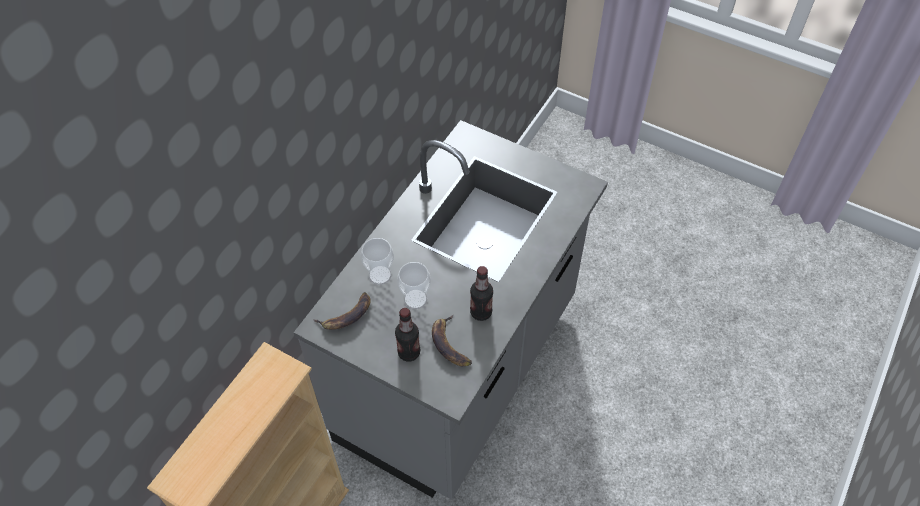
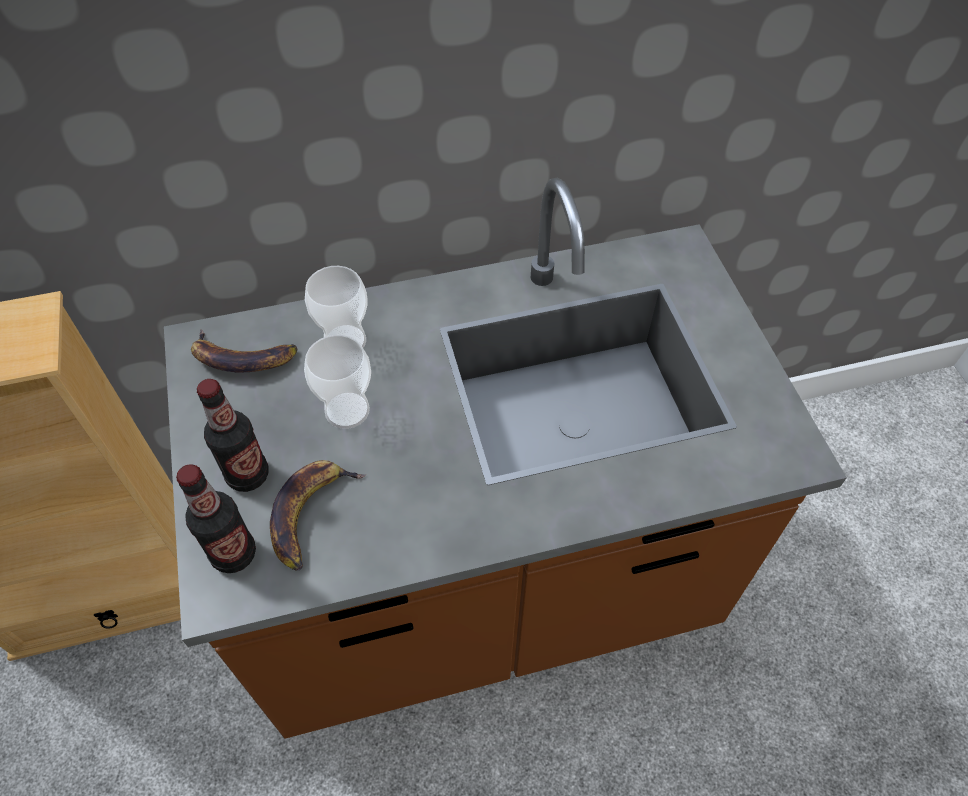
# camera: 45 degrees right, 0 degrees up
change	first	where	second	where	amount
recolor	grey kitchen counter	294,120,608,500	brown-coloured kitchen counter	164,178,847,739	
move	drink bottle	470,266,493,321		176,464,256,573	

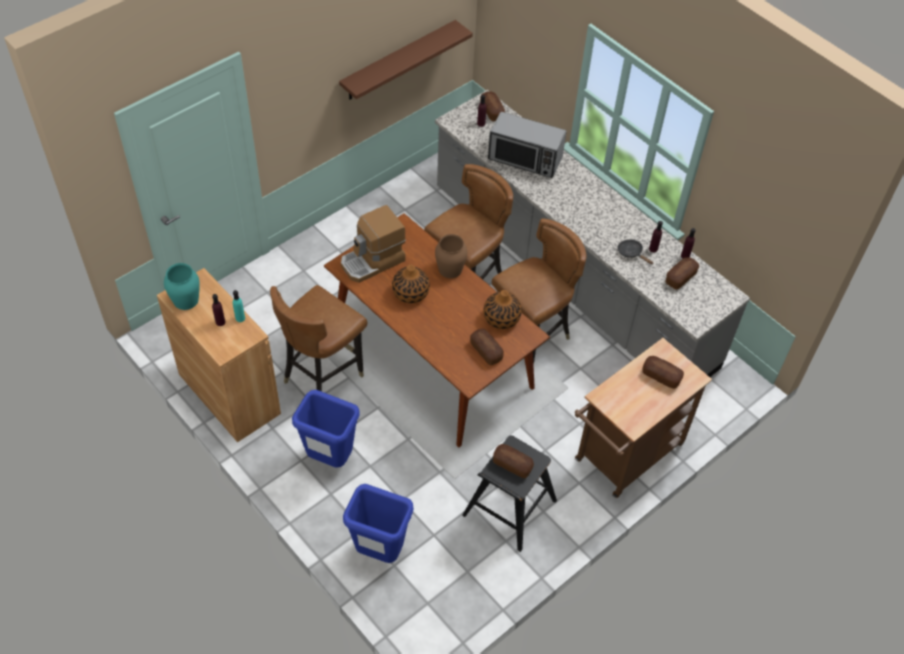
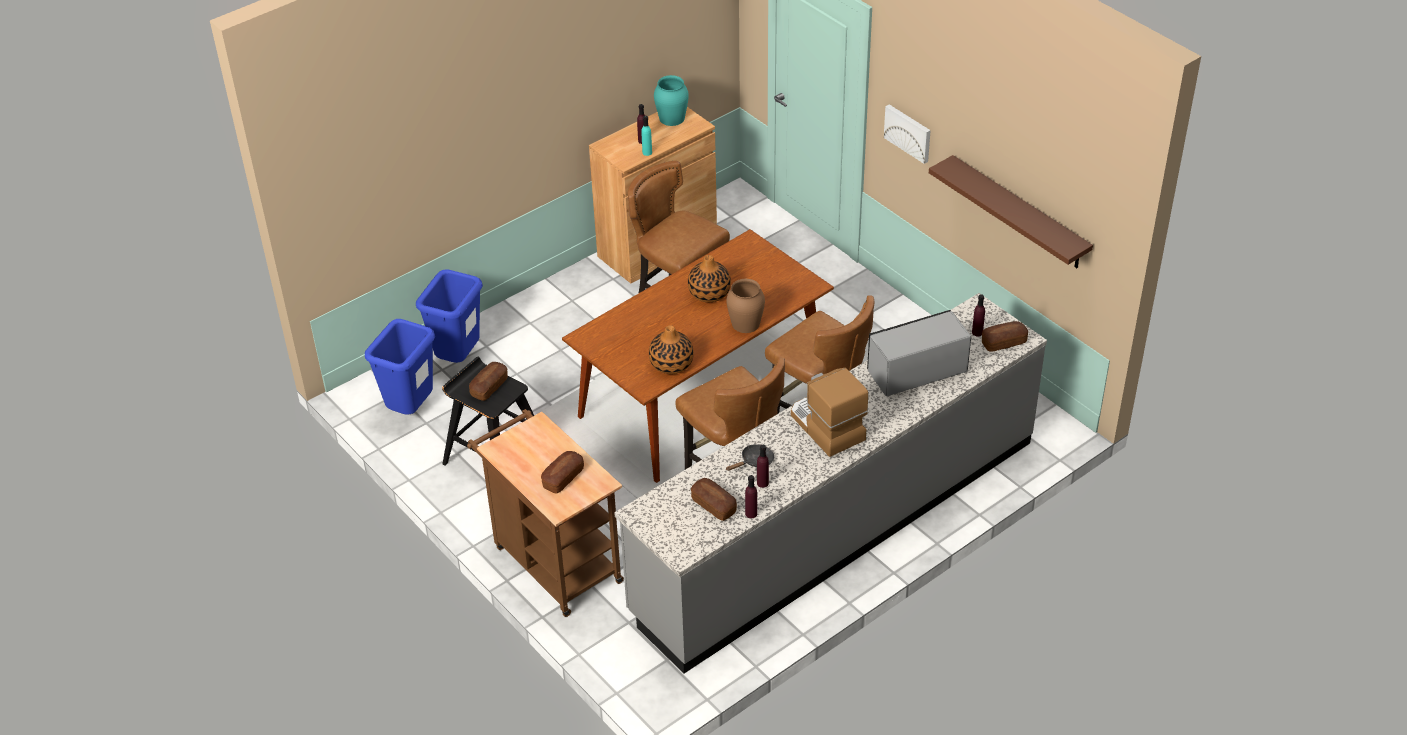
# camera: 95 degrees right, 10 degrees down
change	first	where	second	where	amount
move	blue rubbish bin	292,390,360,468		365,319,435,415	
move	coffee brewer	341,205,406,283		791,368,868,457	
rotate	kitchen microwave	488,112,567,178		867,310,971,396	45 degrees clockwise
insert			wall picture	884,104,931,164	
delete	baked bread	470,328,504,365			

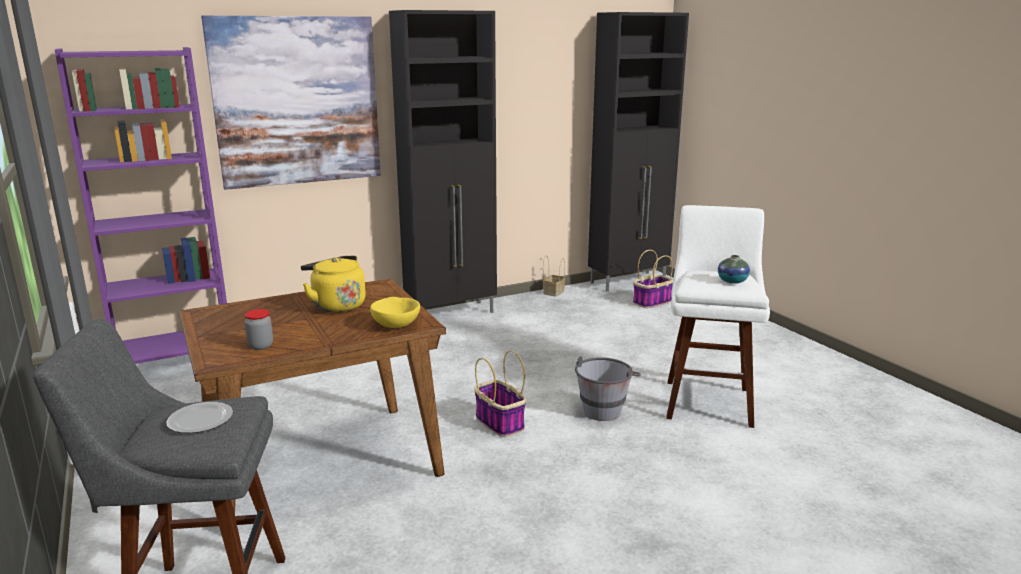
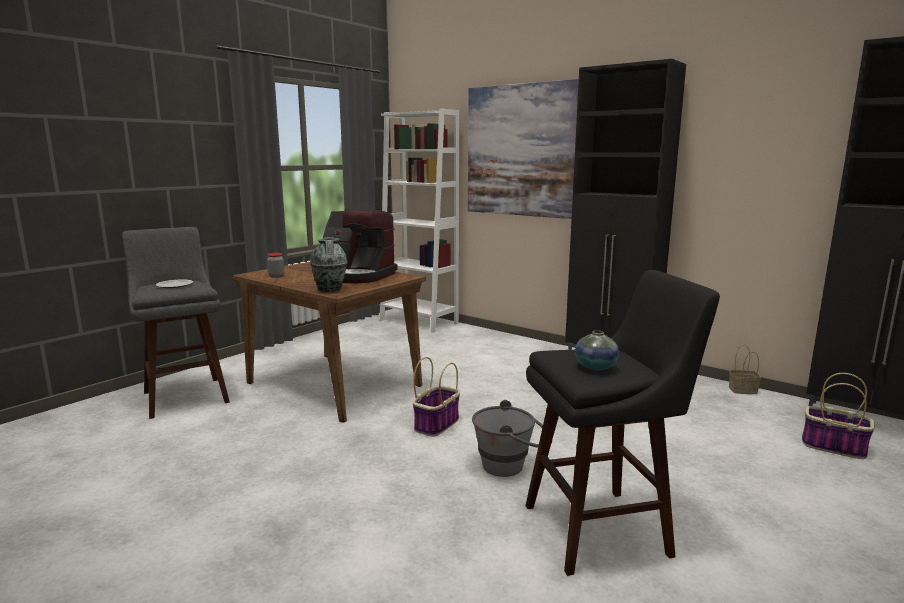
# camera: 65 degrees right, 5 degrees down
change	first	where	second	where	amount
replace	yellow bowl	370,297,420,328	vase	310,237,348,292	
replace	yellow water kettle	301,256,366,312	coffee brewer	323,209,398,283	
recolor	purplish bookshelf	55,47,227,364	white-coloured bookshelf	380,109,459,333	
recolor	white-coloured stool	666,205,770,428	black-coloured stool	525,270,720,576	

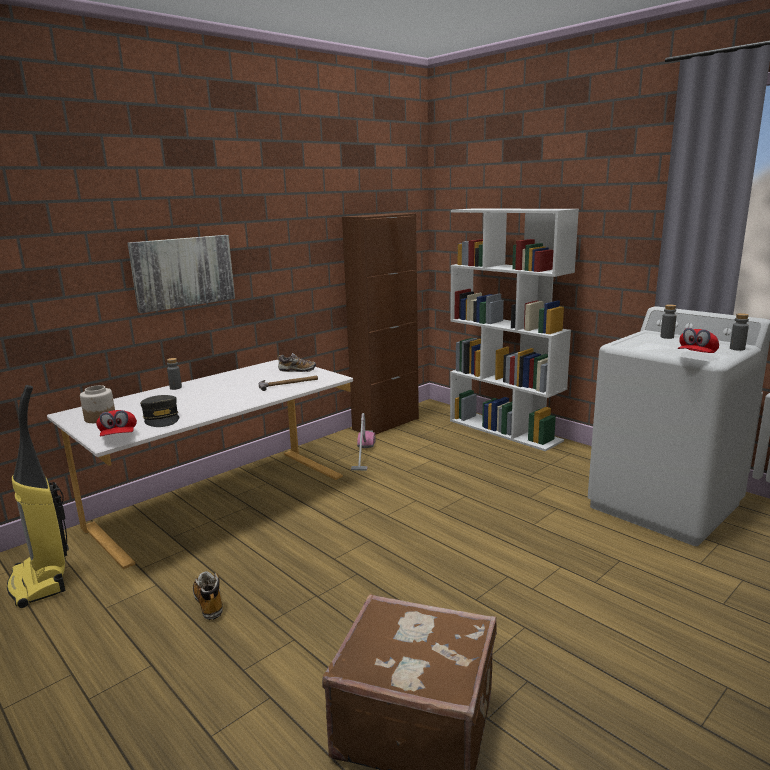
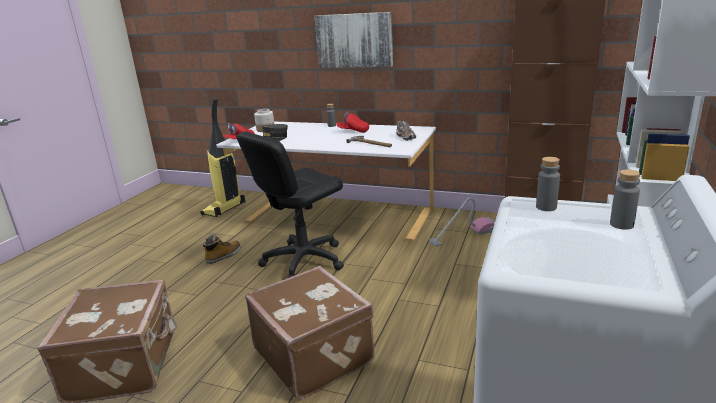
# camera: 65 degrees right, 5 degrees up
change	first	where	second	where	amount
insert			black-coloured office chair	237,132,344,278	
insert			brown-coloured travel case	245,266,375,400	
move	red-coloured peaked cap	678,328,719,353		336,112,369,133	
move	grey drink bottle	730,313,749,351		536,157,560,211	

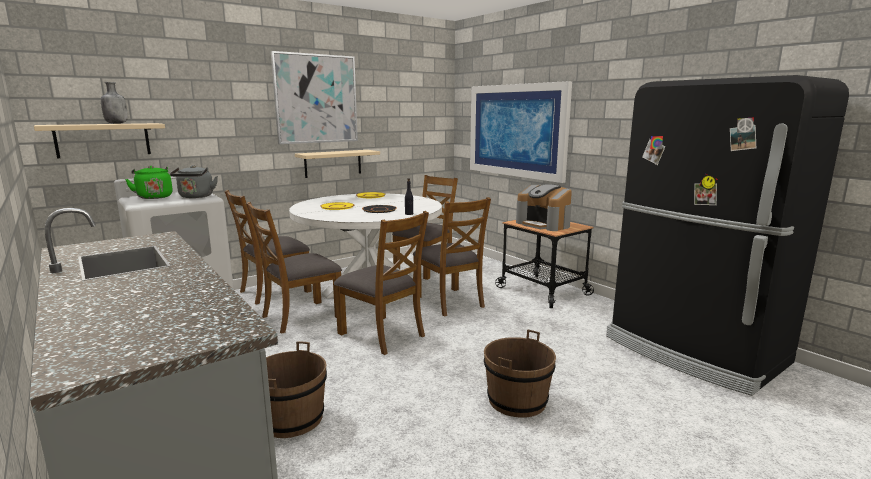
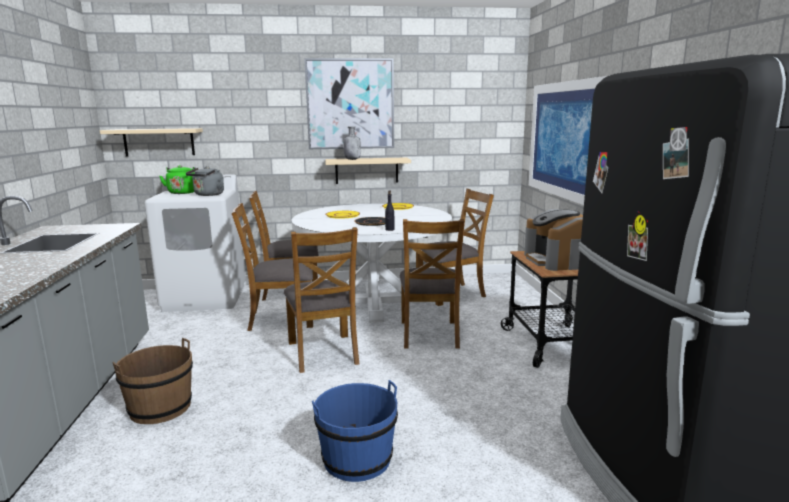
# camera: 30 degrees right, 0 degrees up
change	first	where	second	where	amount
recolor	brown-coloured pail	484,329,556,418	blue pail	312,380,398,482	
move	grey drink bottle	101,82,128,124		343,126,361,160	

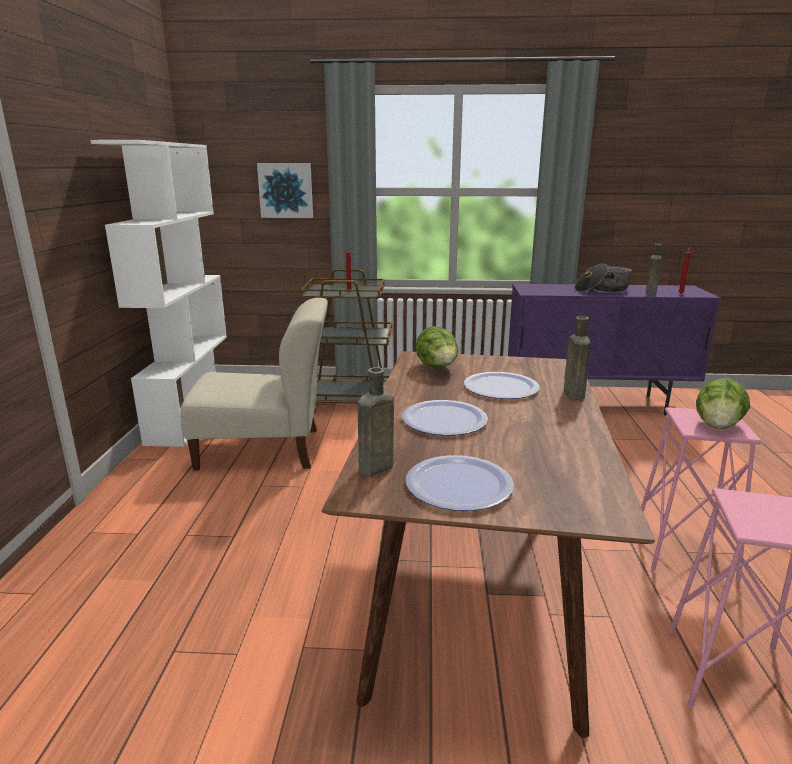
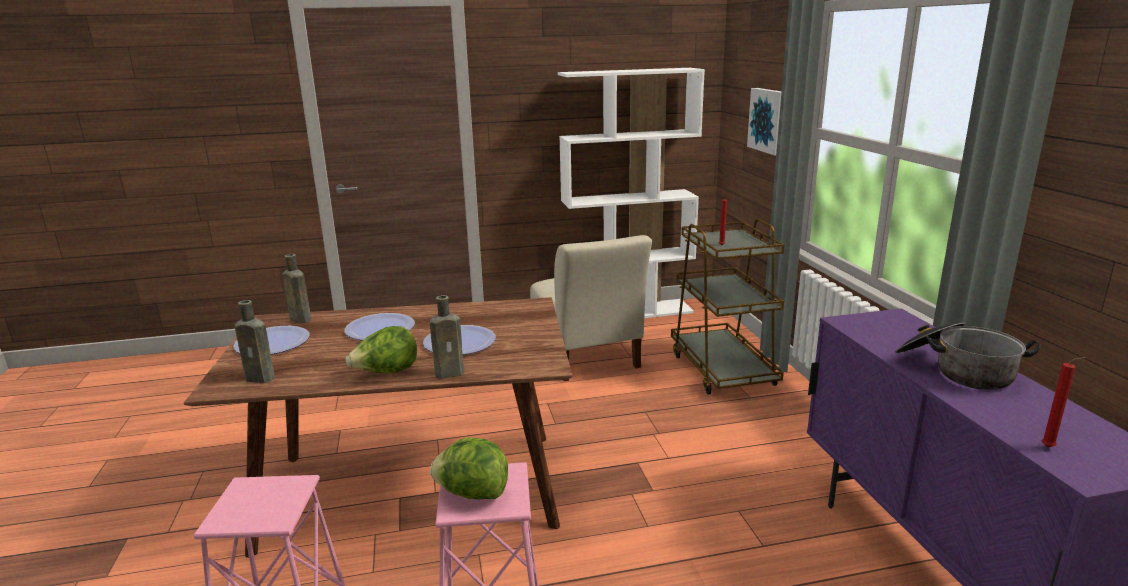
# camera: 75 degrees right, 0 degrees up
change	first	where	second	where	amount
move	brown-coloured drink bottle	646,243,662,295		234,300,275,383	
move	lettuce head	416,326,458,367		346,326,417,374	

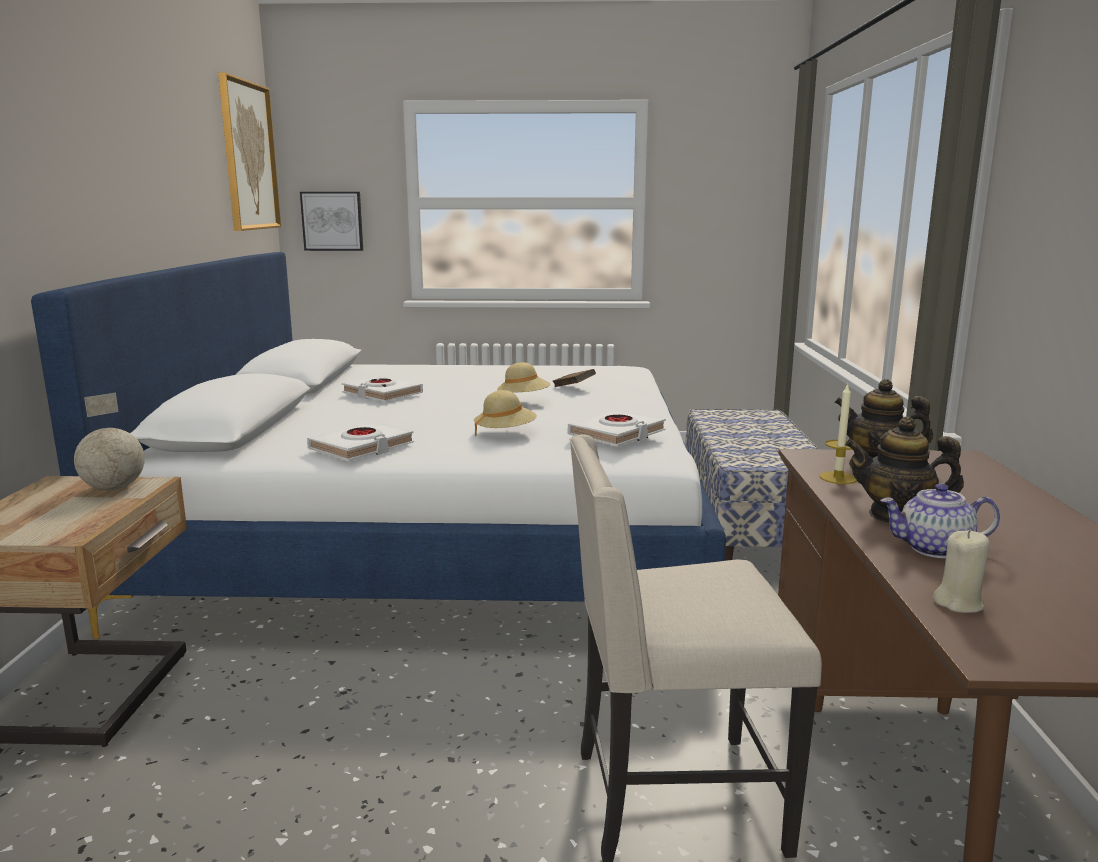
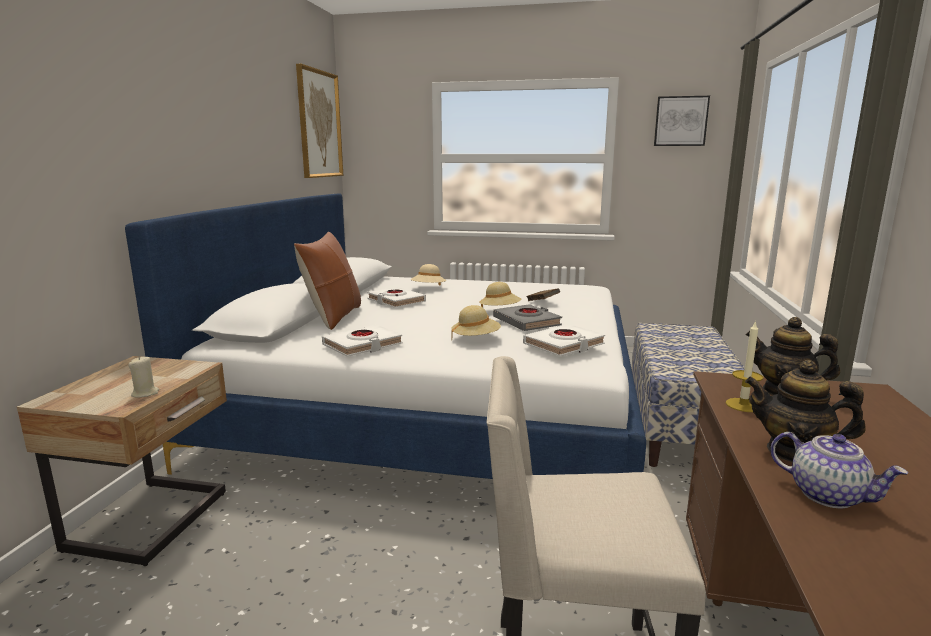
# camera: 10 degrees right, 0 degrees up
change	first	where	second	where	amount
move	sand-coloured wax light	933,530,990,613		128,356,159,398	
insert			brown-coloured throw pillow	294,232,361,330	
insert			sand-coloured clothing hat	411,264,446,286	
insert			grey bound book	493,304,562,331	
move	wall picture	300,192,363,251		654,96,710,146	
rotate	teapot	881,483,1000,558		770,432,908,508	150 degrees counterclockwise
delete	desk globe	74,393,145,490			

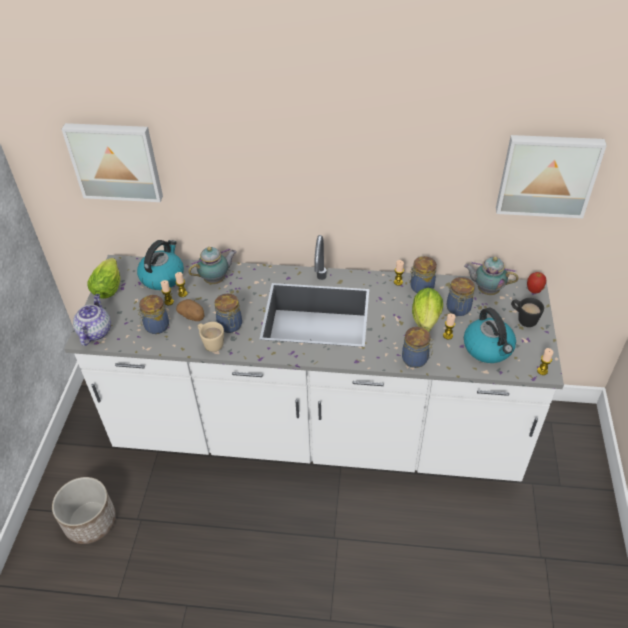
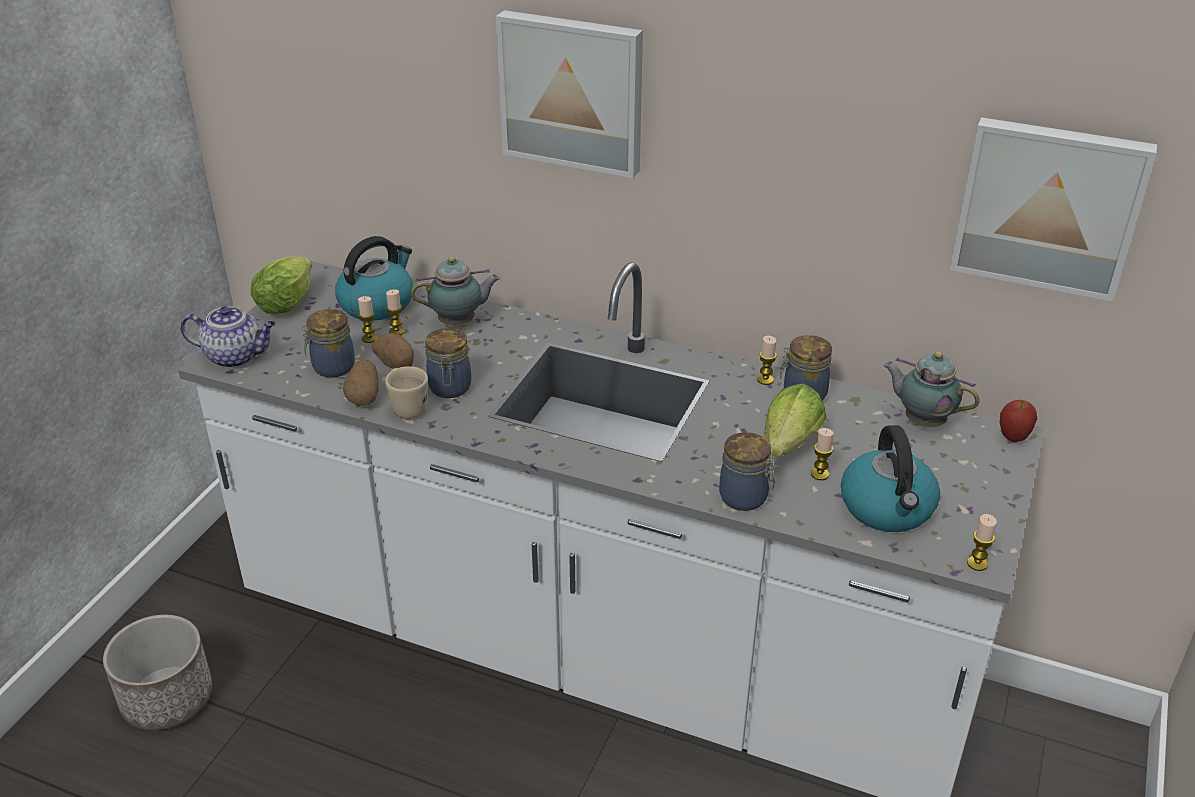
# camera: 15 degrees right, 10 degrees down
change	first	where	second	where	amount
rotate	teapot	73,294,111,346		180,306,276,368	75 degrees clockwise
insert			whole potato	343,360,379,406	
move	wall picture	62,123,163,202		496,10,643,178	
delete	preserve jar	447,277,475,316			
delete	black-coloured coffee mug	511,298,544,327			

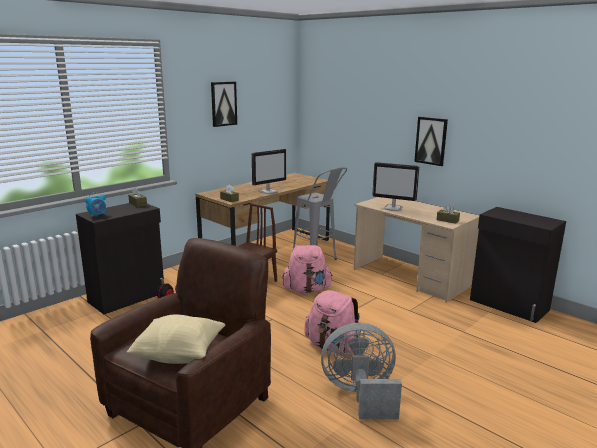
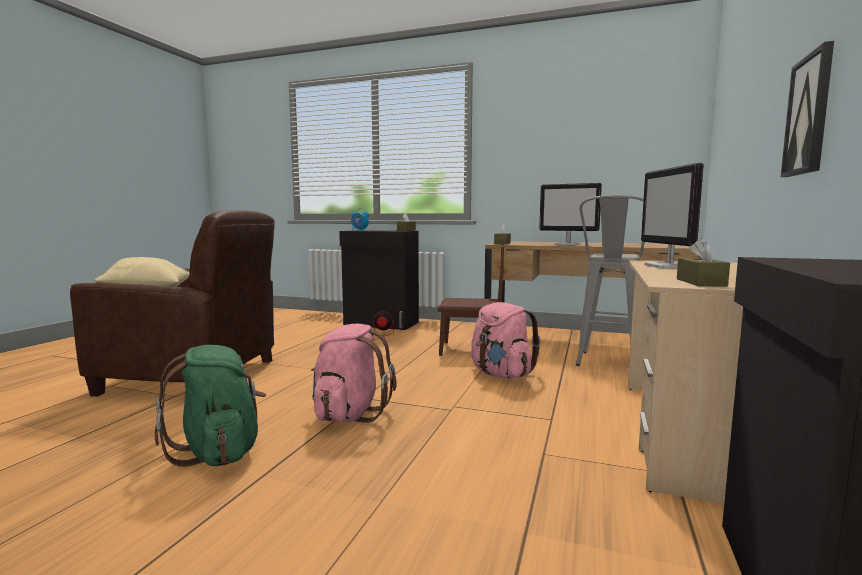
# camera: 65 degrees right, 10 degrees down
change	first	where	second	where	amount
replace	grey cooling fan	321,323,402,419	green backpack	155,345,266,467	
delete	wall picture	211,82,237,127			

